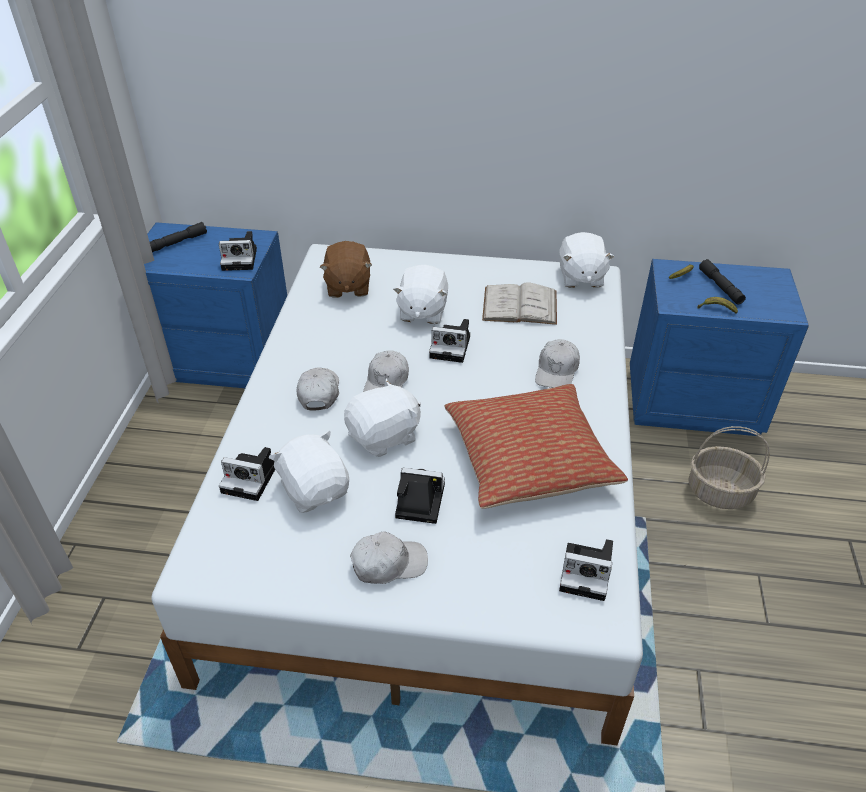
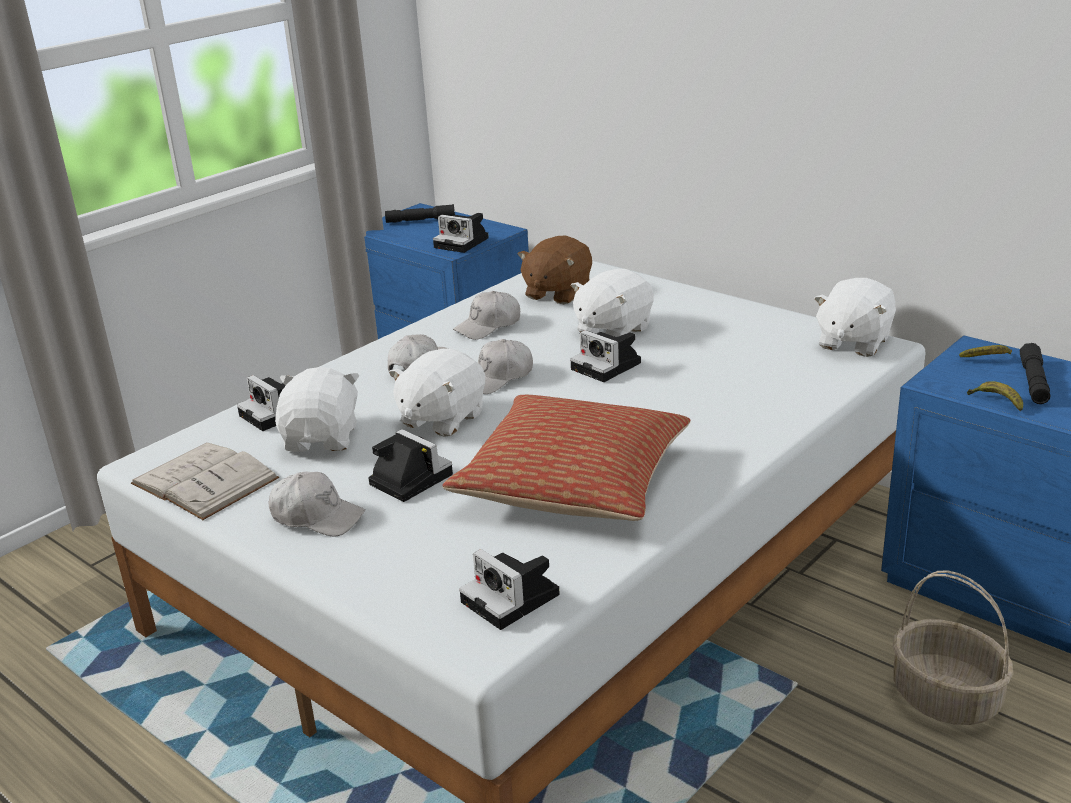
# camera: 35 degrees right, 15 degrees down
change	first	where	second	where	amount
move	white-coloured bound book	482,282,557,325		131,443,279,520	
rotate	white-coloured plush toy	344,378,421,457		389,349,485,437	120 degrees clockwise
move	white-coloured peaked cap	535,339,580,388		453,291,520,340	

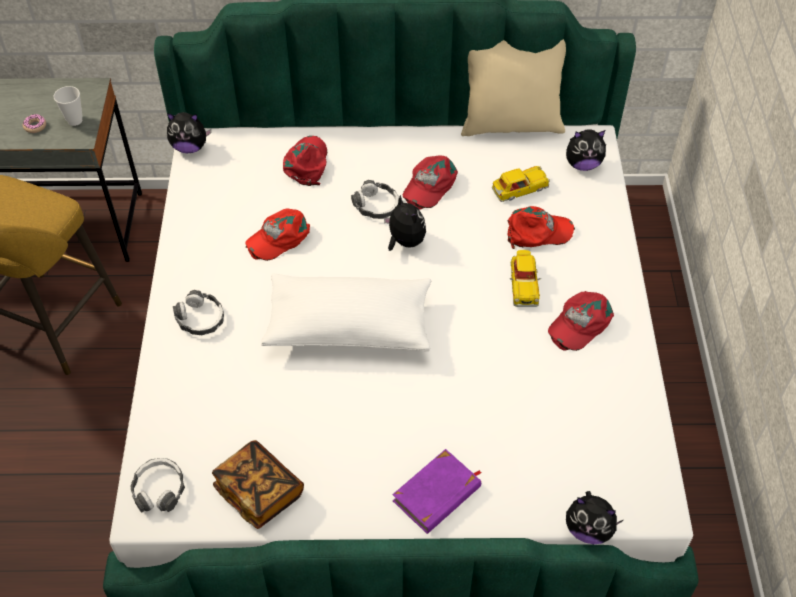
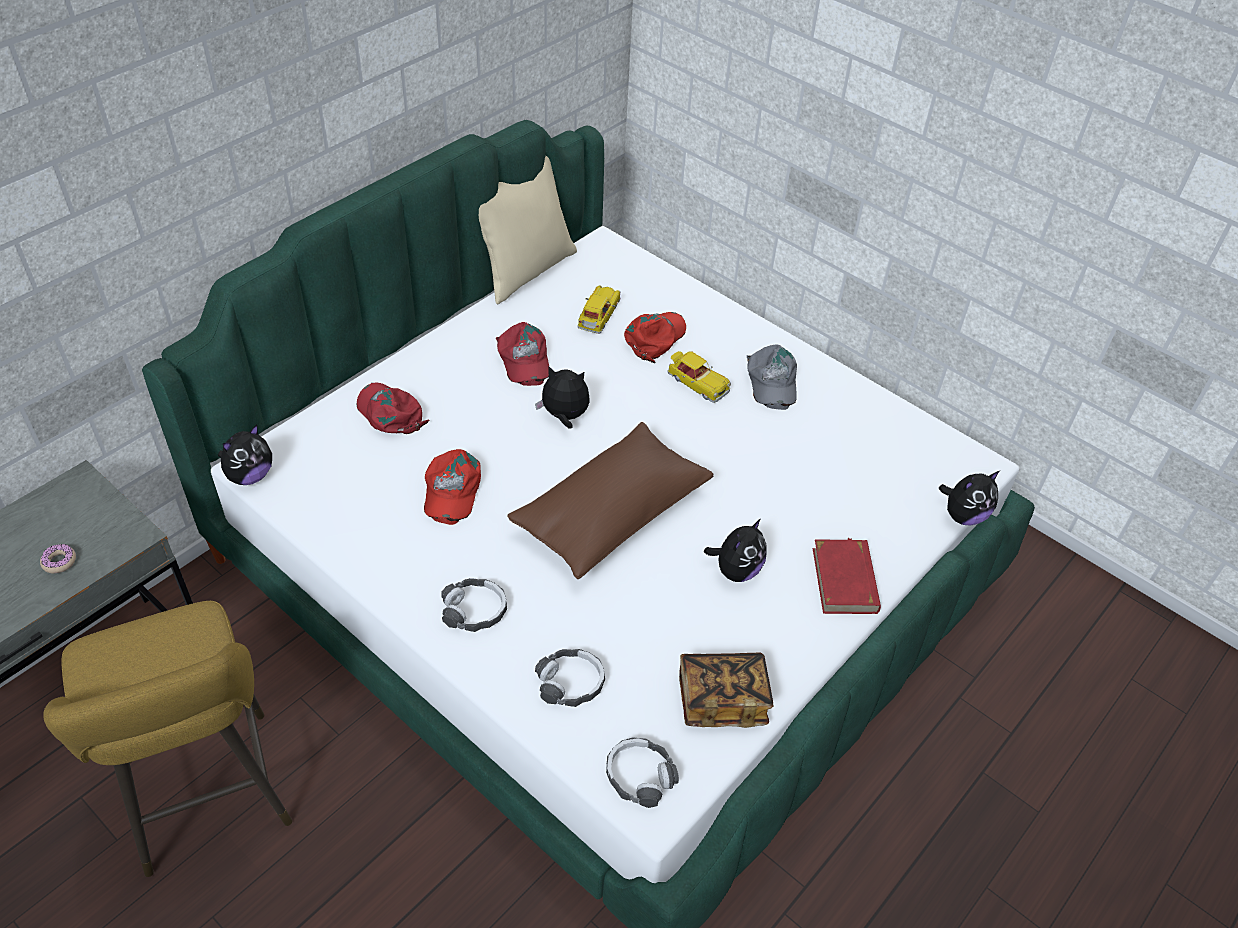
# camera: 50 degrees left, 5 degrees down
change	first	where	second	where	amount
recolor	white-coloured throw pillow	261,273,431,351	brown-coloured throw pillow	507,422,713,579	
move	headphones	351,180,399,219		535,649,605,707	
move	plush toy	566,129,606,171		704,519,767,582	
recolor	red-coloured peaked cap	548,291,614,351	grey peaked cap	747,344,797,410	
recolor	purplish bound book	392,449,482,534	red-coloured bound book	813,538,881,614	
delete	drinking cup	54,86,82,126			

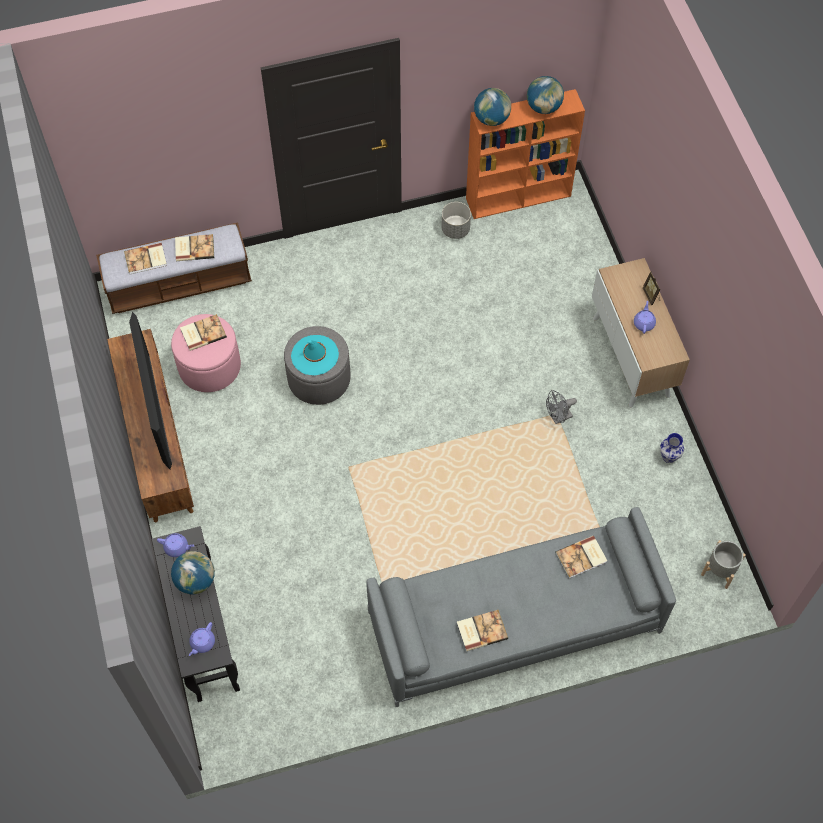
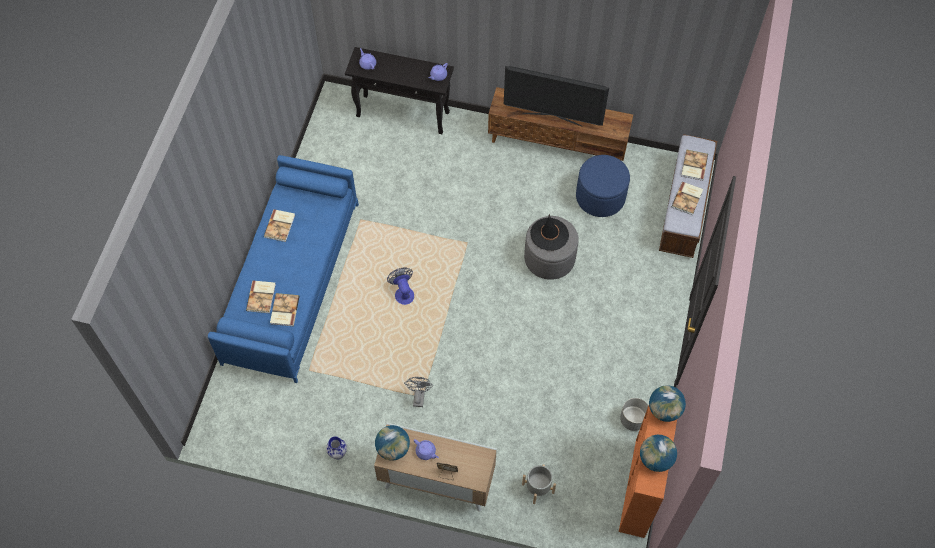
# camera: 120 degrees right, 0 degrees up
change	first	where	second	where	amount
recolor	grey couch	366,507,676,707	blue couch	208,155,359,383	
move	bound book	180,314,227,351		246,281,276,313	
move	desk globe	171,551,215,595		375,425,410,460	
insert			cooling fan	387,267,414,305	
move	grey flower pot	701,540,746,589		522,464,556,504	
recolor	turquoise-coloured clothing hat	291,335,339,375	black-coloured clothing hat	530,214,569,251	
recolor	pink pouffe	171,314,241,392	blue pouffe	576,155,630,217	

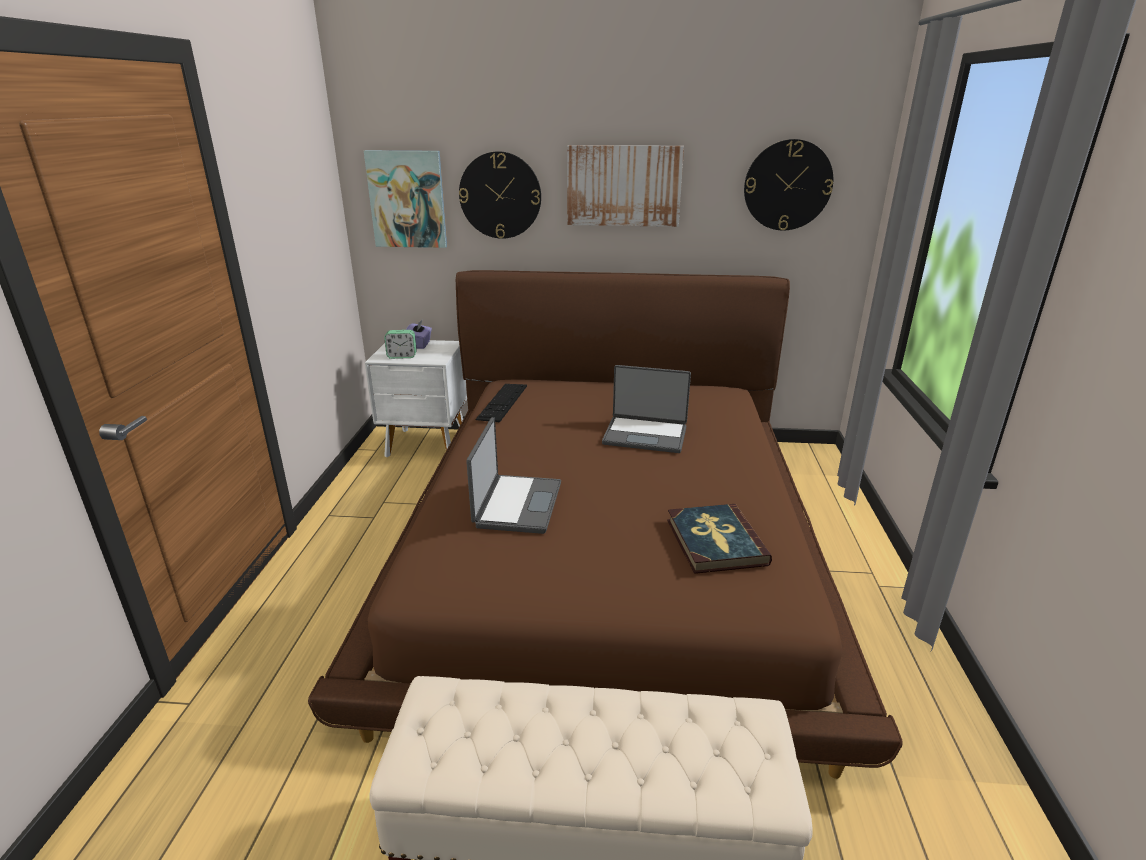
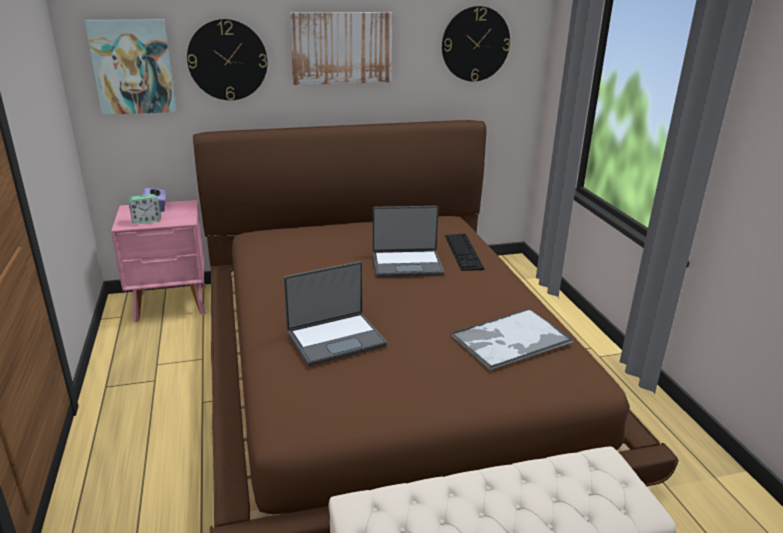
# camera: 20 degrees left, 0 degrees up
change	first	where	second	where	amount
recolor	white-coloured night table	365,340,467,457	pink night table	111,200,206,322	
rotate	laptop	466,417,561,534		284,261,387,366	75 degrees clockwise
move	PC keyboard	475,384,527,423		445,233,484,271	
replace	bound book	667,504,772,574	serving tray	451,309,573,371	

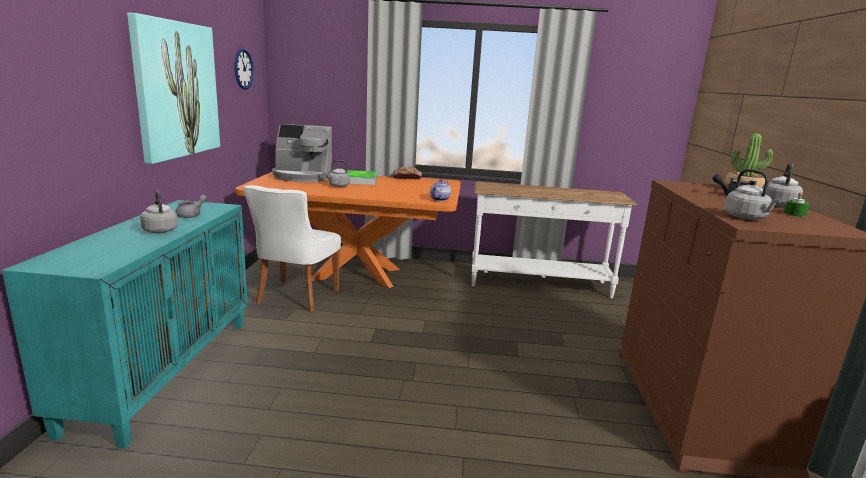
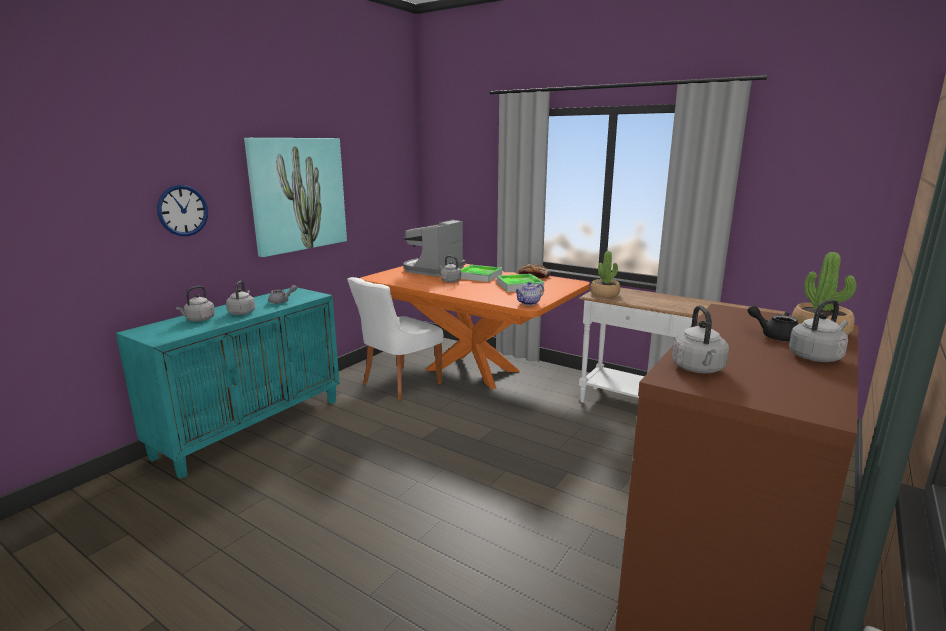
# camera: 30 degrees right, 0 degrees up
change	first	where	second	where	amount
move	wall clock	235,48,254,90		157,185,208,236	
insert			grey water kettle	176,286,215,322	
rotate	coffee brewer	272,124,334,182		403,219,465,276	90 degrees clockwise
insert			serving tray	497,274,544,292	
insert			potted plant	590,251,620,297	
delete	green wax light	784,192,810,217			

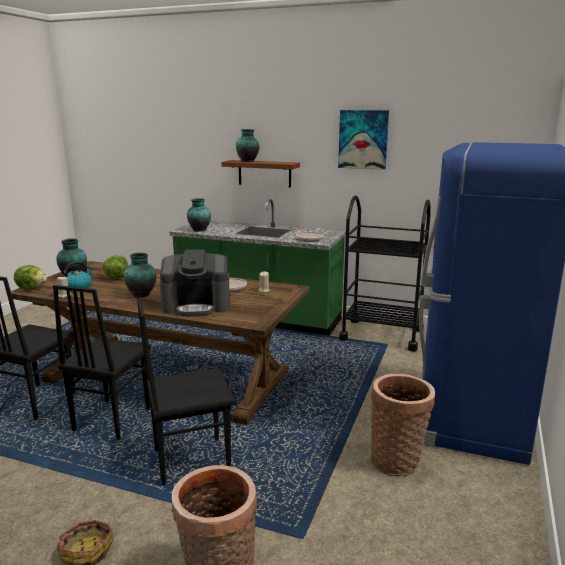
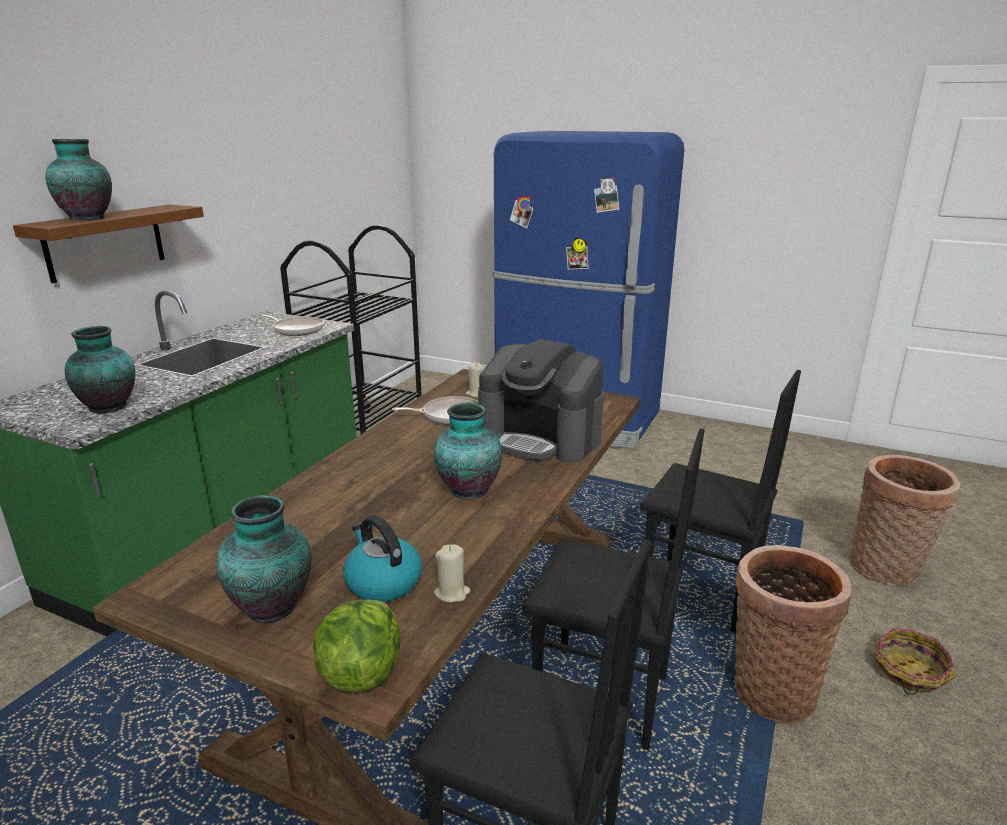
# camera: 85 degrees left, 5 degrees up
change	first	where	second	where	amount
rotate	coffee brewer	160,249,230,316		478,339,604,463	120 degrees clockwise
rotate	black-coloured upright chair	137,298,235,486		640,370,801,633	45 degrees counterclockwise
move	household basket	371,374,435,476		734,545,851,724	
delete	lettuce head	103,255,128,278			
delete	wall picture	338,110,389,170			

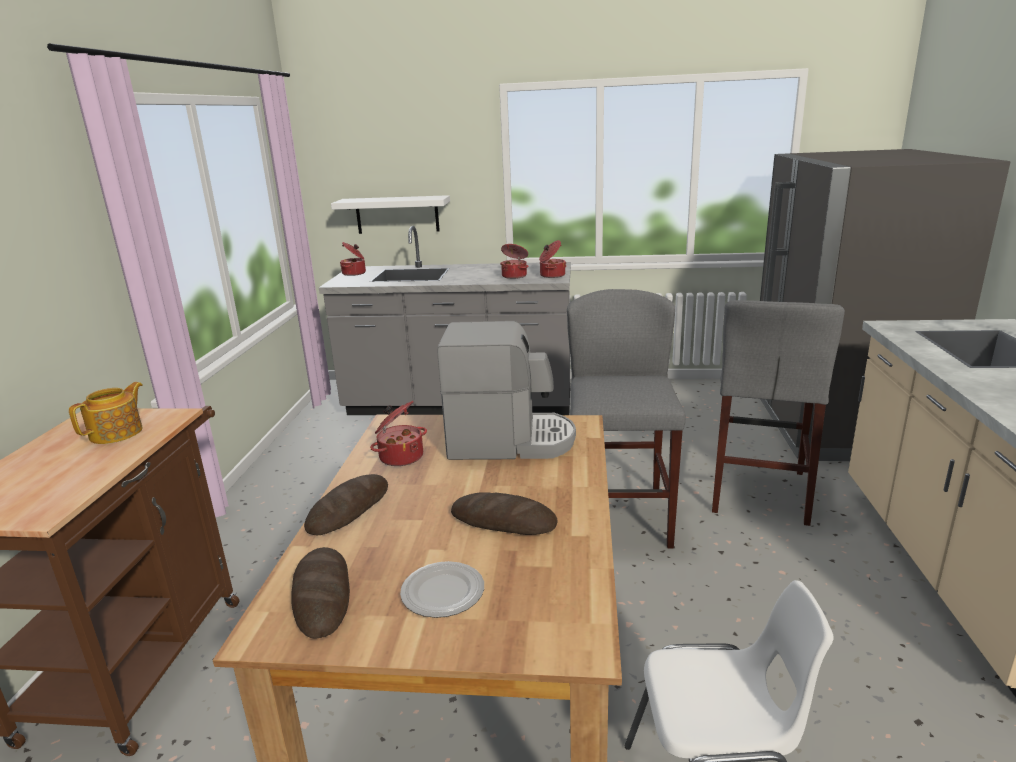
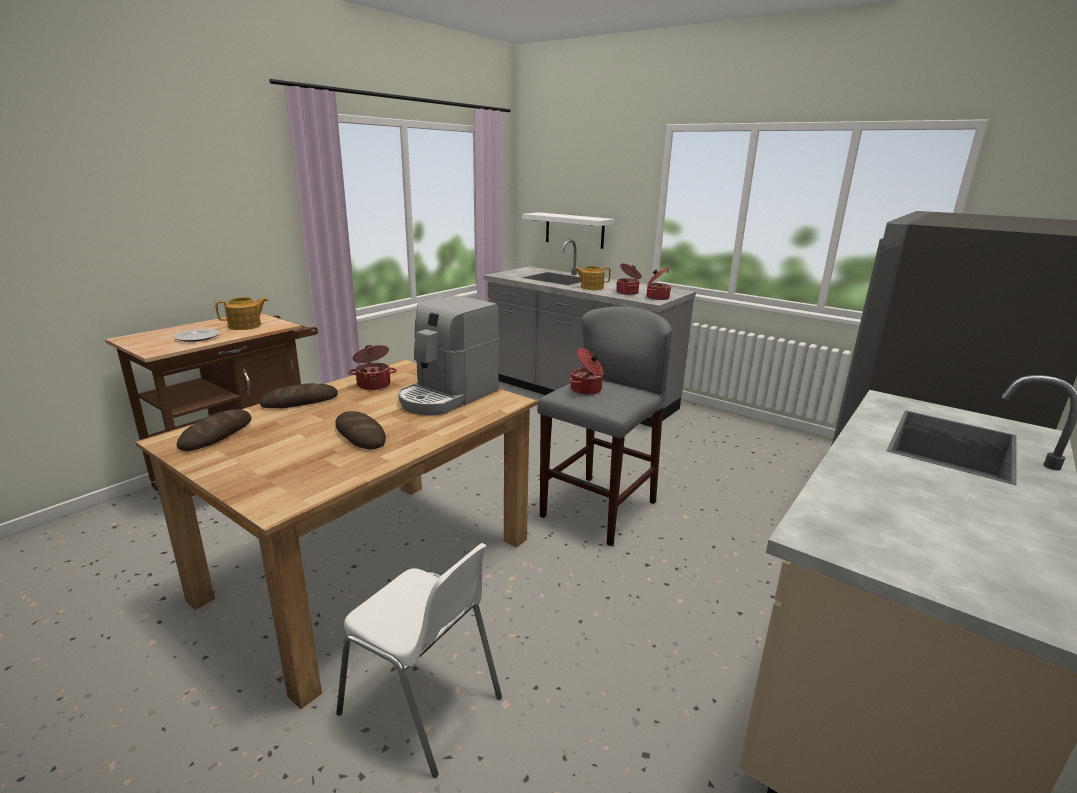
# camera: 30 degrees right, 0 degrees up
change	first	where	second	where	amount
move	plate	400,561,484,618		173,329,220,342	
rotate	coffee brewer	437,321,576,460		398,295,499,415	90 degrees clockwise
move	cooking pot	340,242,366,276		570,348,604,395	
insert			teapot	574,266,611,290	
delete	grey stool	712,300,845,526			

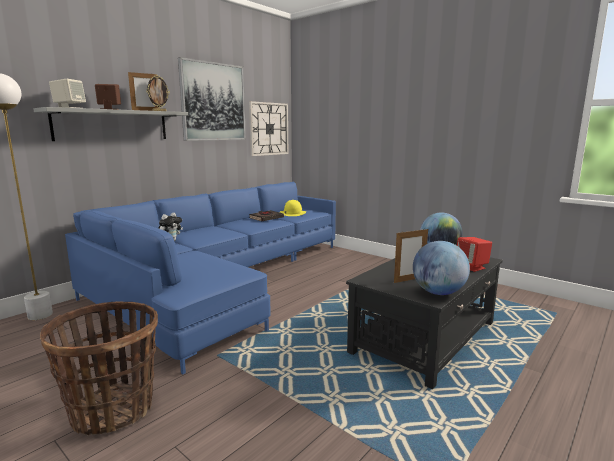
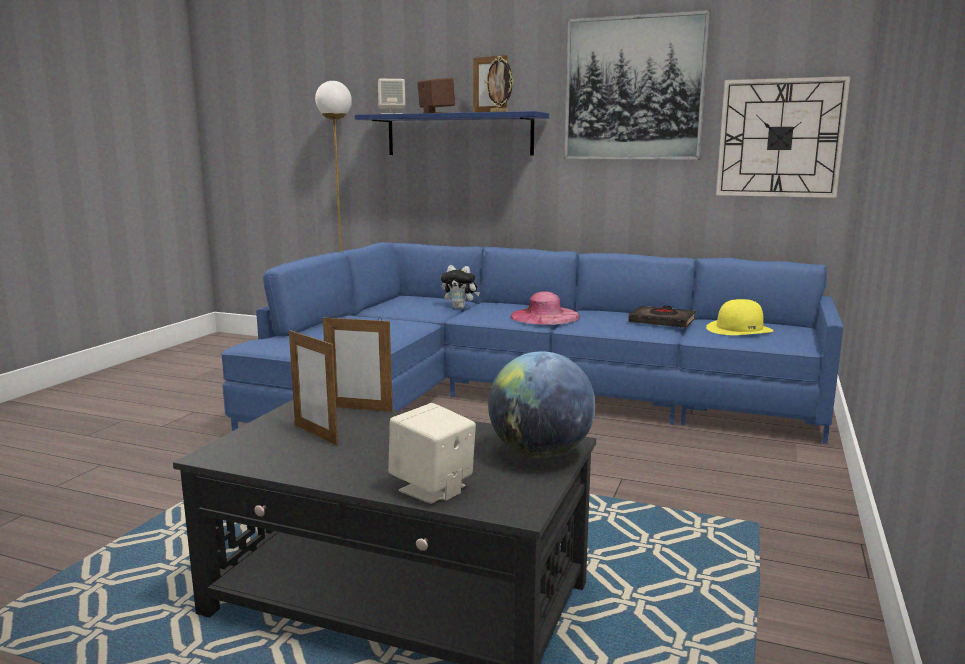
# camera: 70 degrees right, 0 degrees up
change	first	where	second	where	amount
insert			standing frame	323,315,393,412	
recolor	grey wall shelf	33,107,188,141	blue wall shelf	355,111,549,156	
recolor	red-coloured loudspeaker	457,237,492,272	sand-coloured loudspeaker	388,403,476,504	
insert			pink clothing hat	510,291,580,325	
delete	household basket	40,301,158,436			
delete	desk globe	413,241,470,295			

